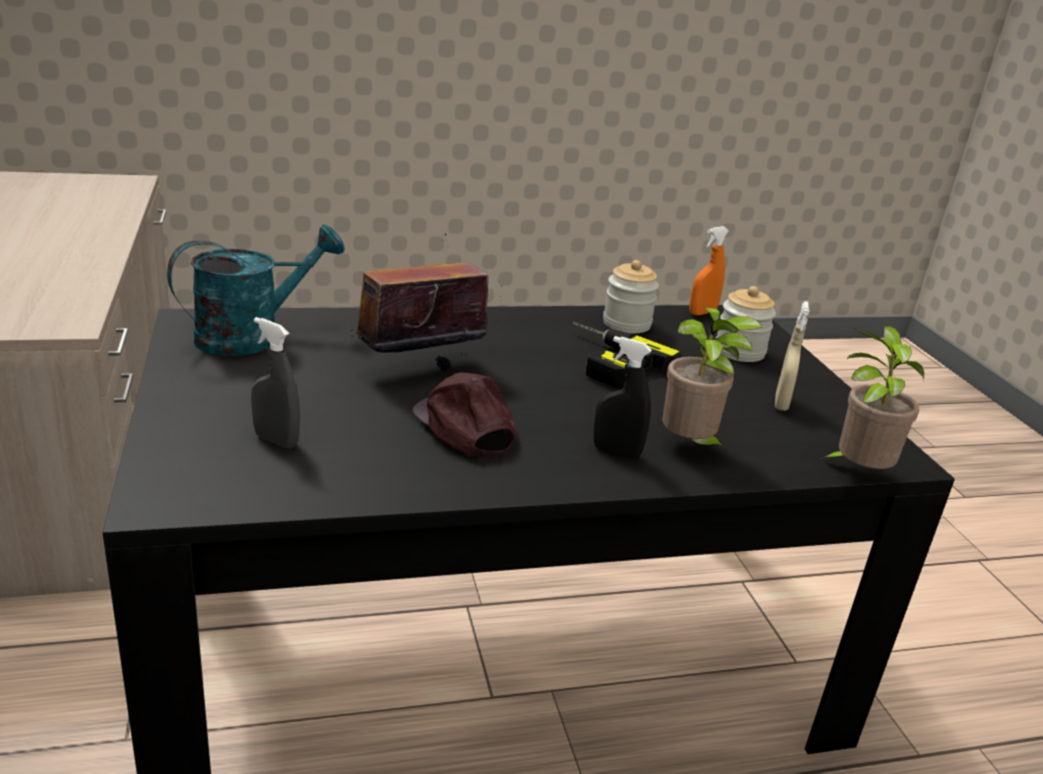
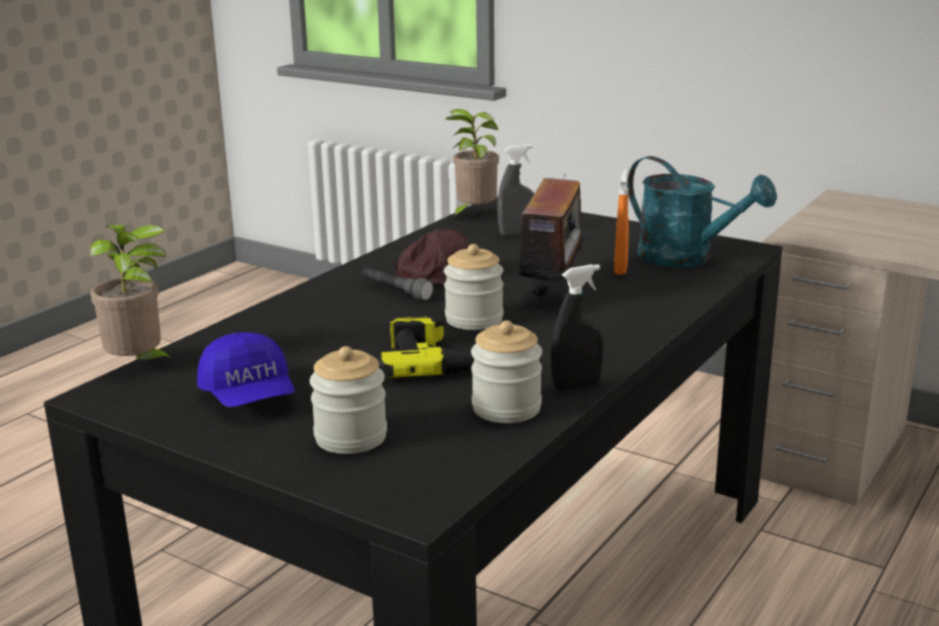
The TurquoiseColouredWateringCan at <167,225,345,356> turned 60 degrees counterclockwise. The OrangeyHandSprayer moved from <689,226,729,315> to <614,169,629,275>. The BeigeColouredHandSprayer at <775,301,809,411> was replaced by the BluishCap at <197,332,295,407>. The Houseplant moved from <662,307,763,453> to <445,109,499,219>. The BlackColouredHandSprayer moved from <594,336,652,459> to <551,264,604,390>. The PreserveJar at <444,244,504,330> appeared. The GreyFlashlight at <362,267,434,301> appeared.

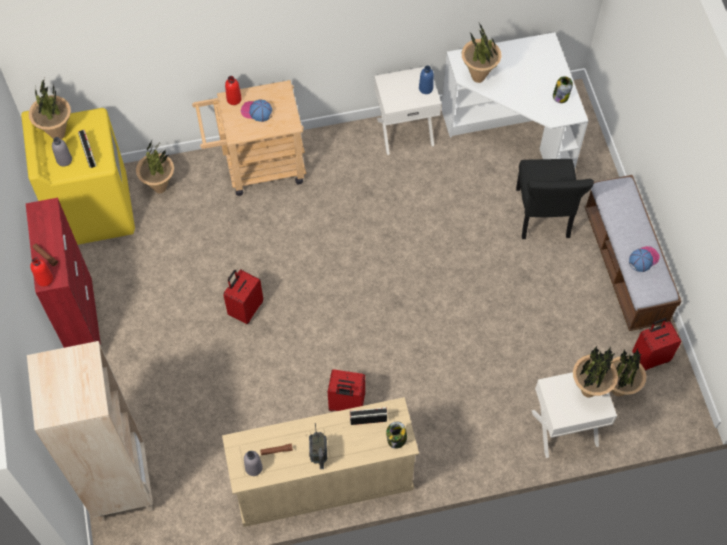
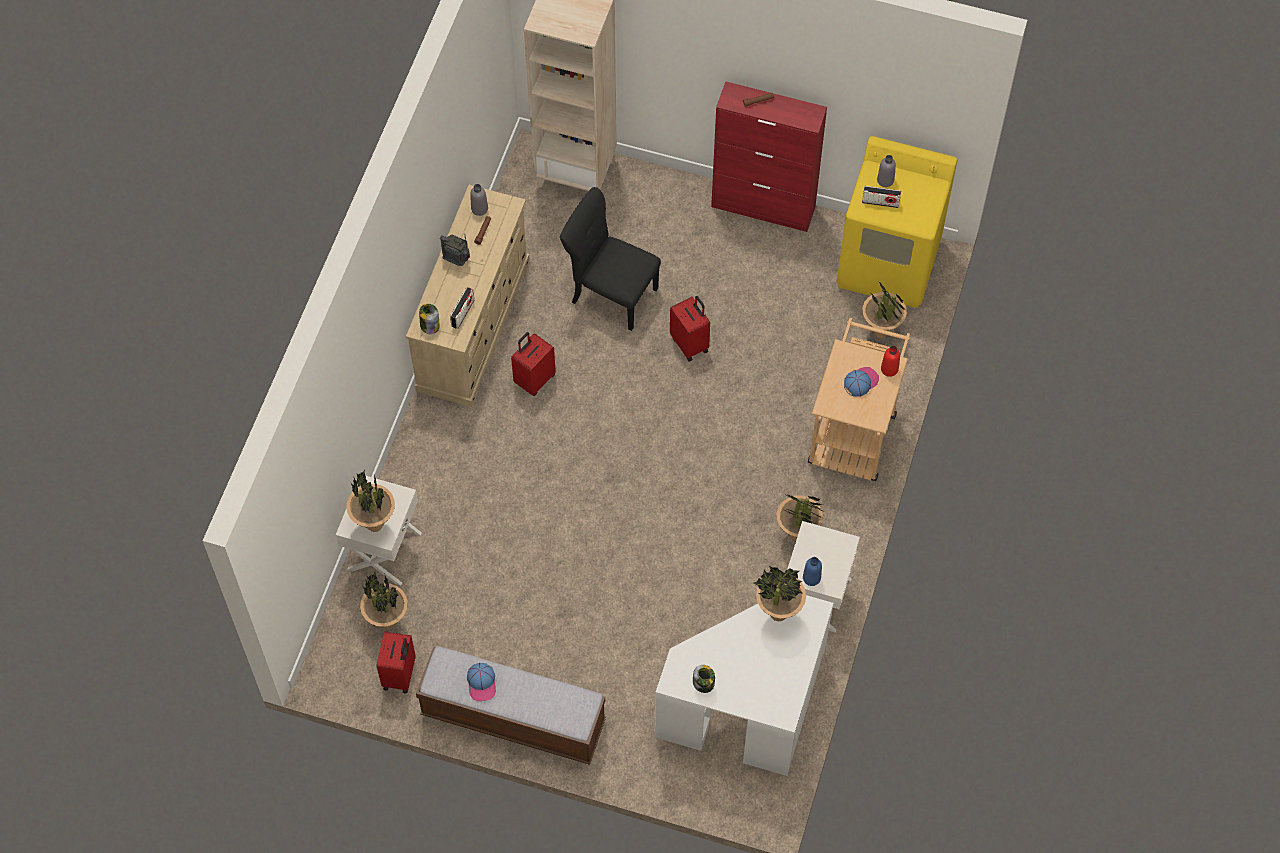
The Houseplant moved from <29,78,71,139> to <777,494,827,541>. The BlackColouredUprightChair moved from <516,159,594,239> to <560,187,661,331>. The RedColouredBottle at <30,257,53,287> disappeared.

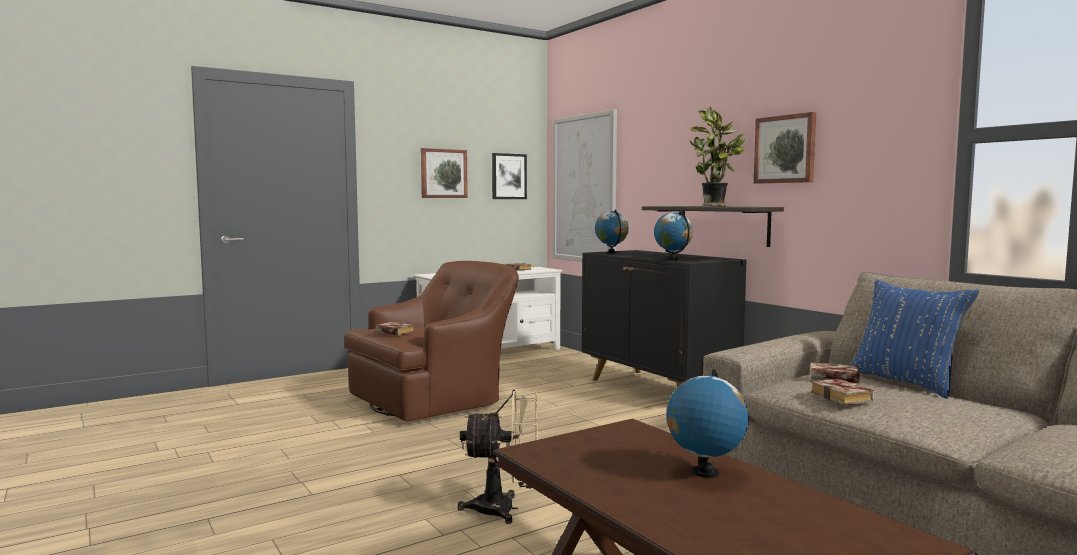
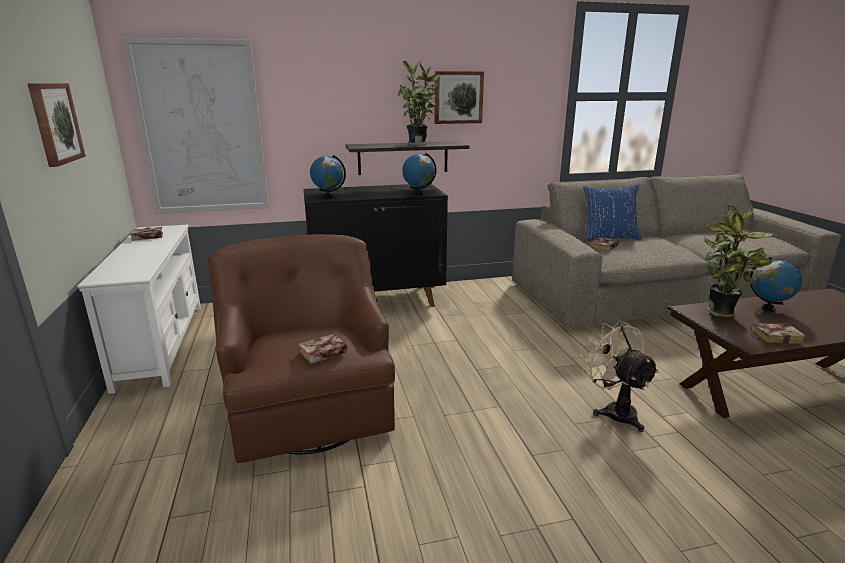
The WallArt at <492,153,527,199> disappeared. The Book moved from <811,379,874,405> to <751,323,806,344>. The BeigeColouredElectricFan at <458,390,538,524> turned 45 degrees counterclockwise. The Houseplant at <704,205,774,318> appeared.

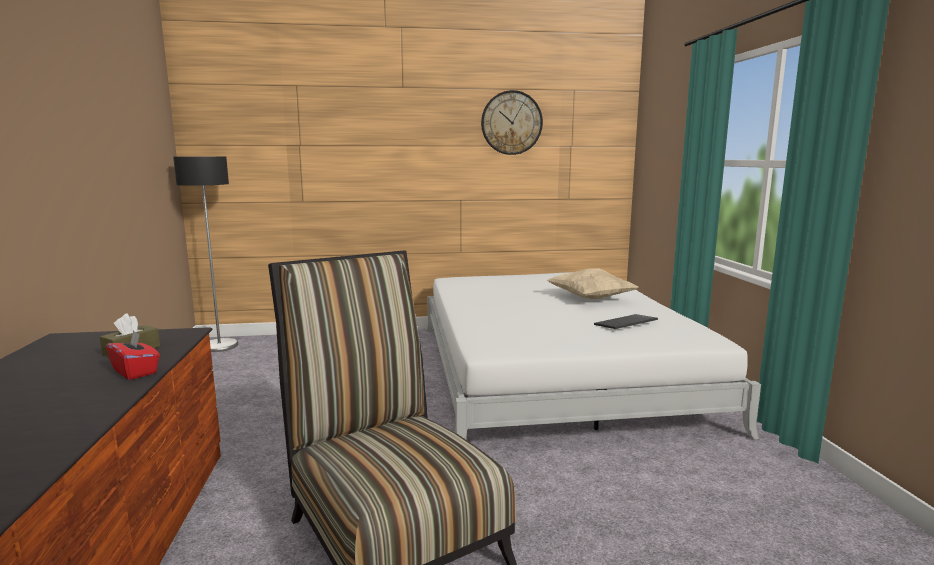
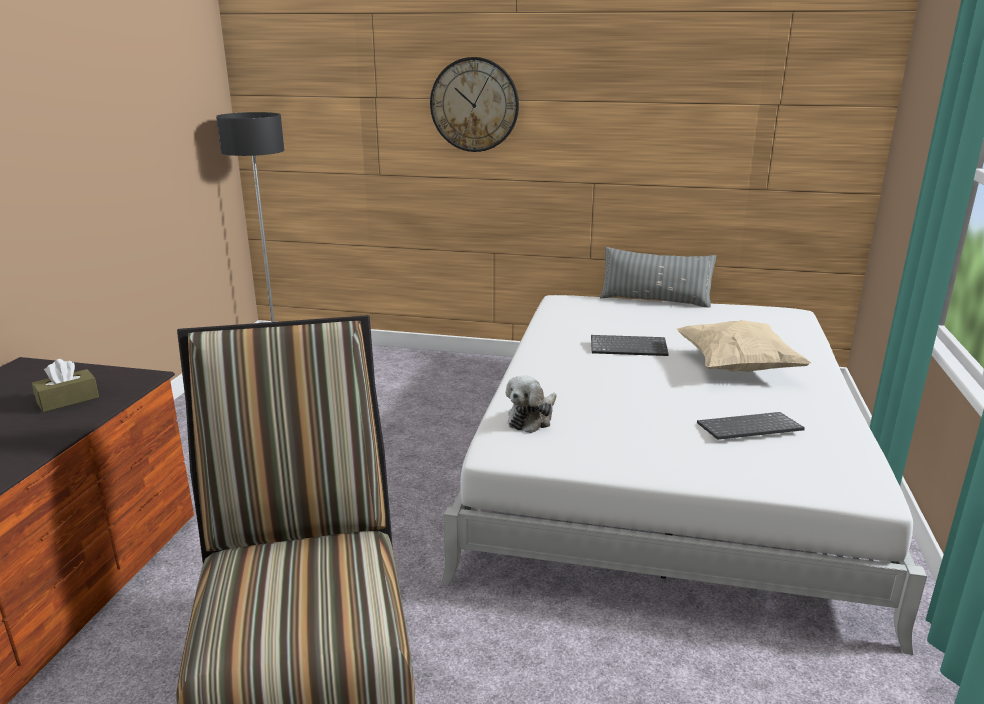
The ClockOnTheWall moved from <481,90,543,155> to <430,57,519,152>. The RedColouredTissueBox at <106,330,160,380> disappeared. The GreyPillow at <600,247,716,307> appeared. The Keyboard at <591,335,669,356> appeared. The CuddlyToy at <506,375,557,433> appeared.

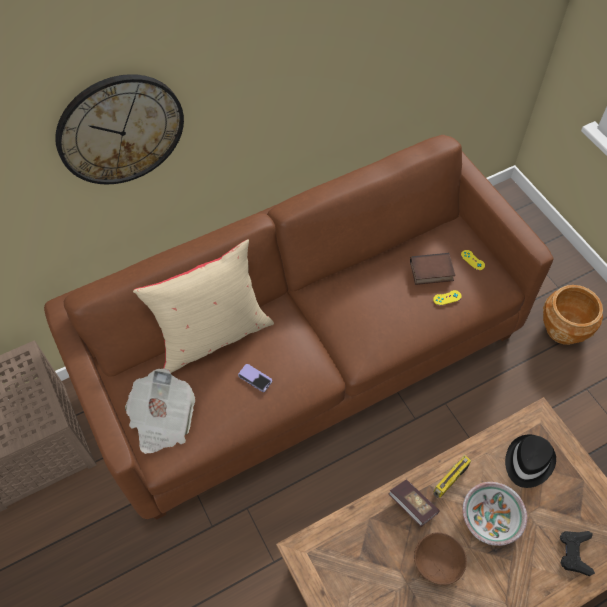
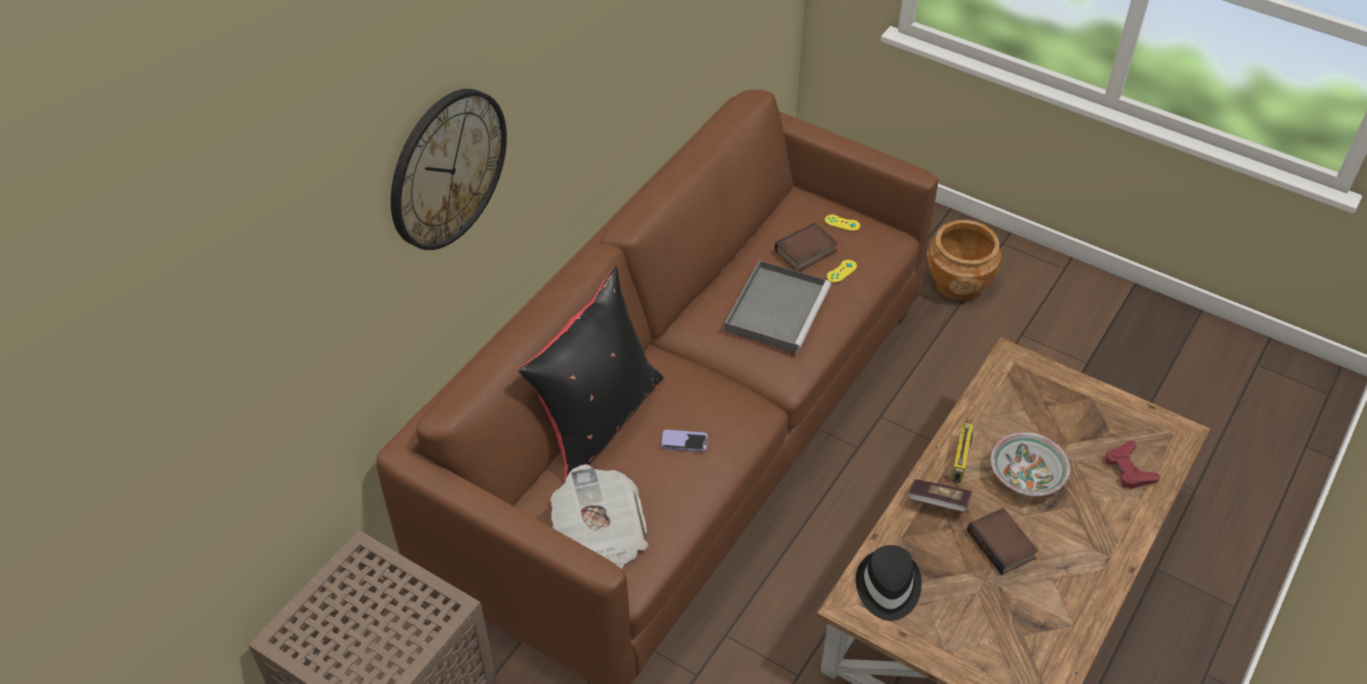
The BeigeColouredPillow at <133,239,274,373> became the BlackColouredPillow at <518,266,663,481>. The BlackColouredClothingHat moved from <505,435,556,488> to <856,545,922,621>. The BlackColouredJoypad at <560,531,595,576> became the RedColouredJoypad at <1105,441,1161,489>. The BrownServingBowl at <414,532,467,585> was replaced by the Book at <967,508,1038,575>. The GreyTray at <724,260,831,354> appeared.

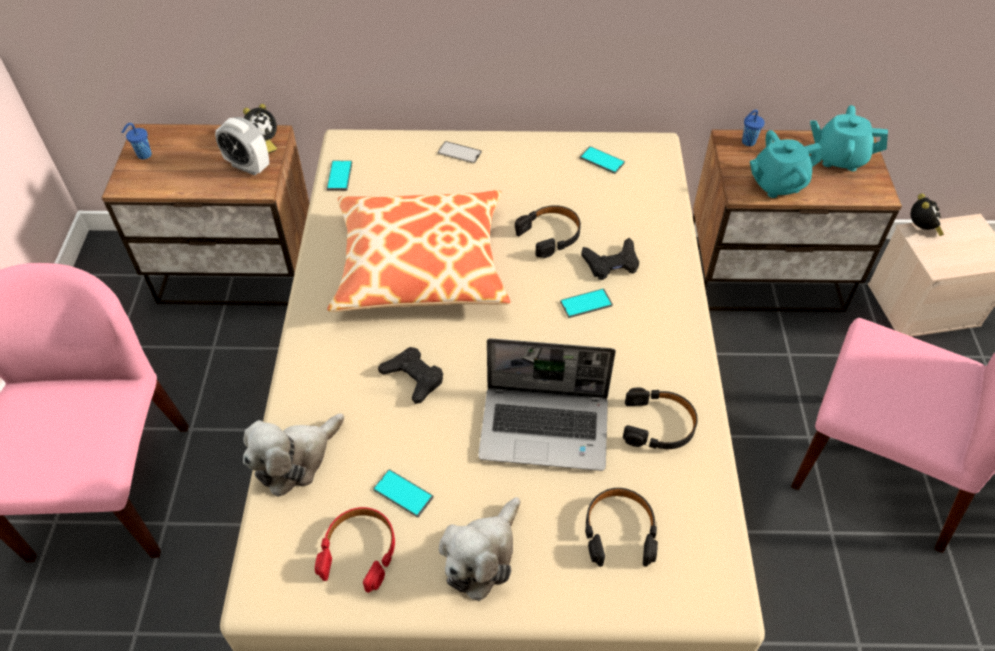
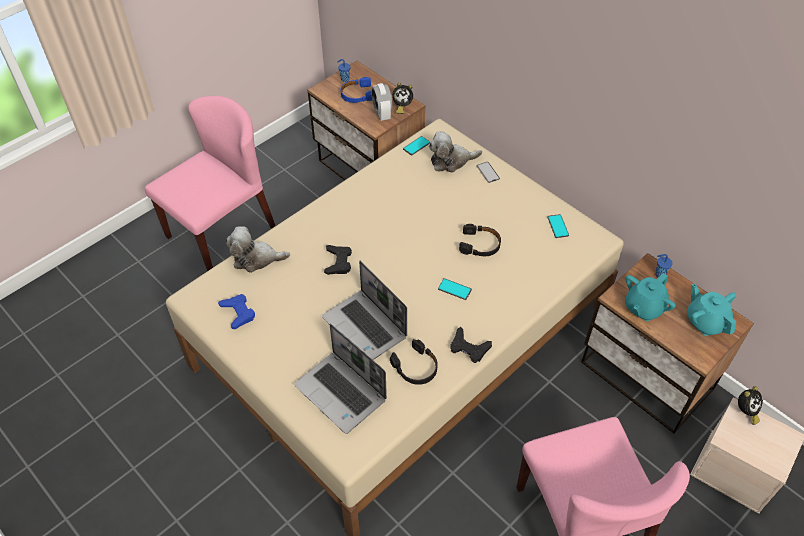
The TurquoiseColouredTeaPot at <750,130,822,198> turned 75 degrees counterclockwise. The Pillow at <327,190,511,312> disappeared. The BlackColouredJoypad moved from <581,238,639,280> to <450,327,492,363>. The Telephone at <373,469,434,517> disappeared. The BlackColouredHeadset at <585,488,658,567> was replaced by the NotebookComputer at <294,324,387,434>. The CuddlyToy moved from <439,497,520,601> to <429,131,482,173>. The RedColouredHeadset at <315,507,395,593> was replaced by the BluishJoypad at <218,294,255,329>. The BluishHeadset at <340,77,372,103> appeared.

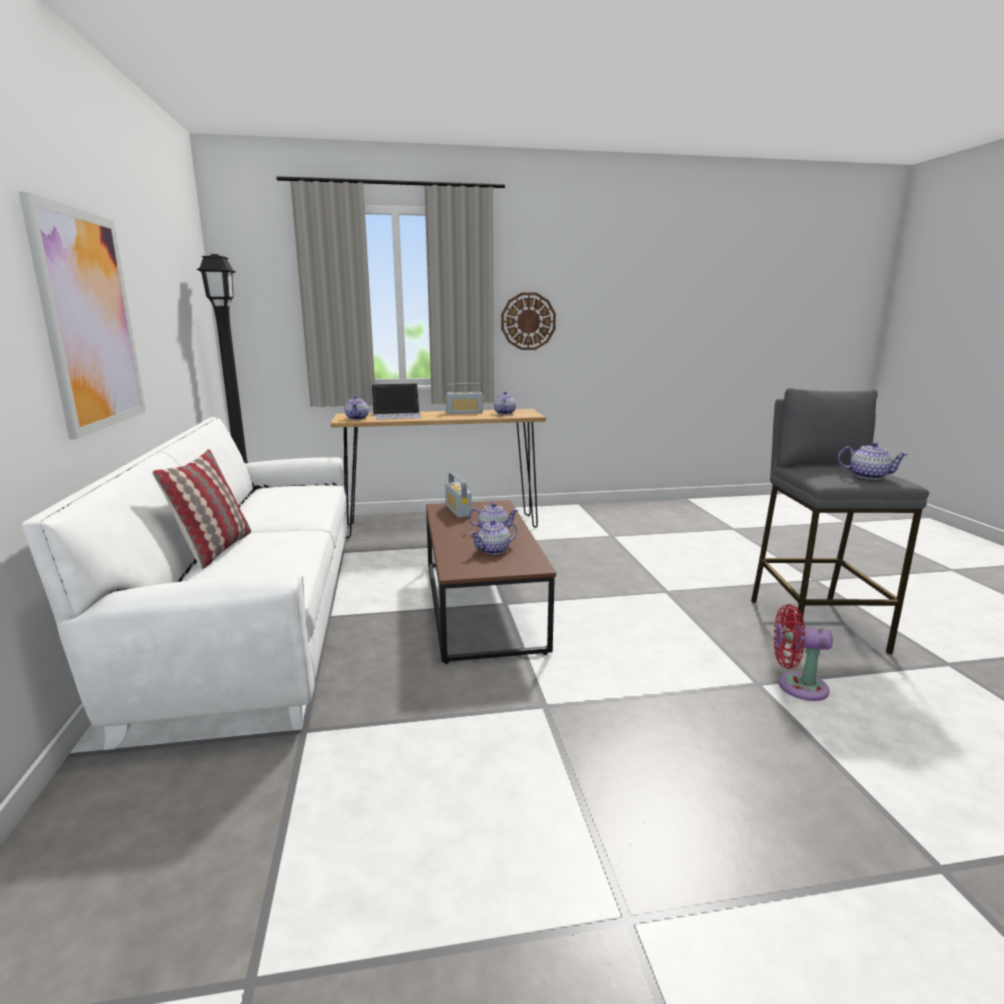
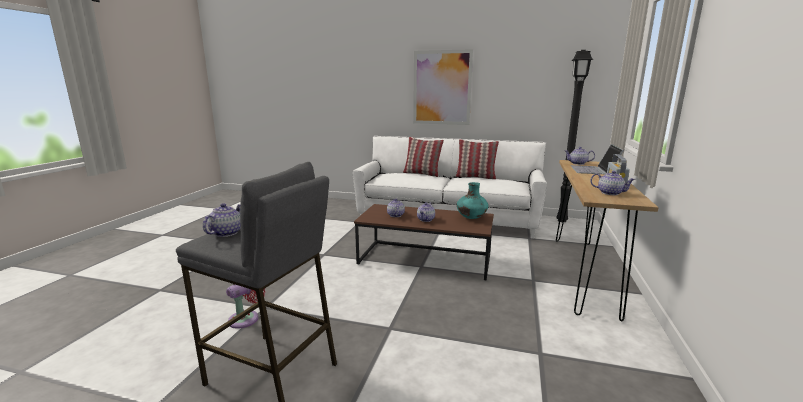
The ClockOnTheWall at <501,292,556,350> disappeared. The TeaPot at <838,442,908,479> turned 150 degrees clockwise. The RadioSet at <445,472,472,518> was replaced by the TurquoiseColouredVase at <457,182,488,219>. The Pillow at <455,139,499,179> appeared.

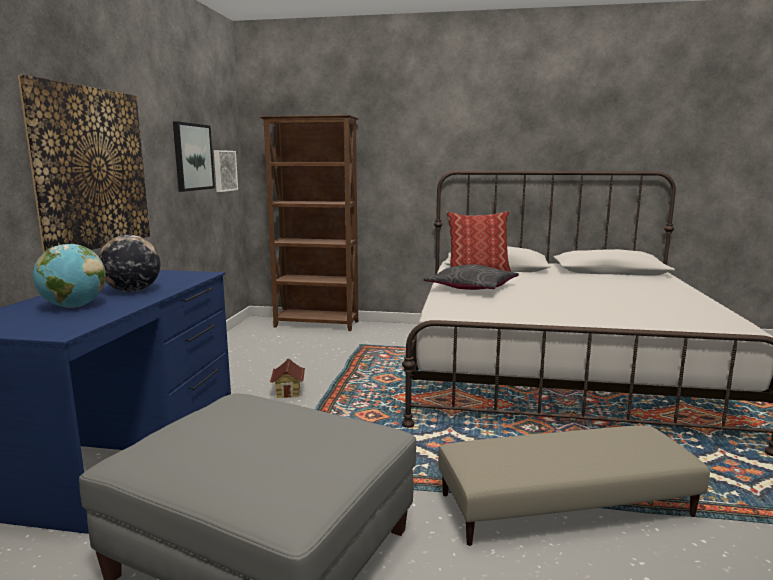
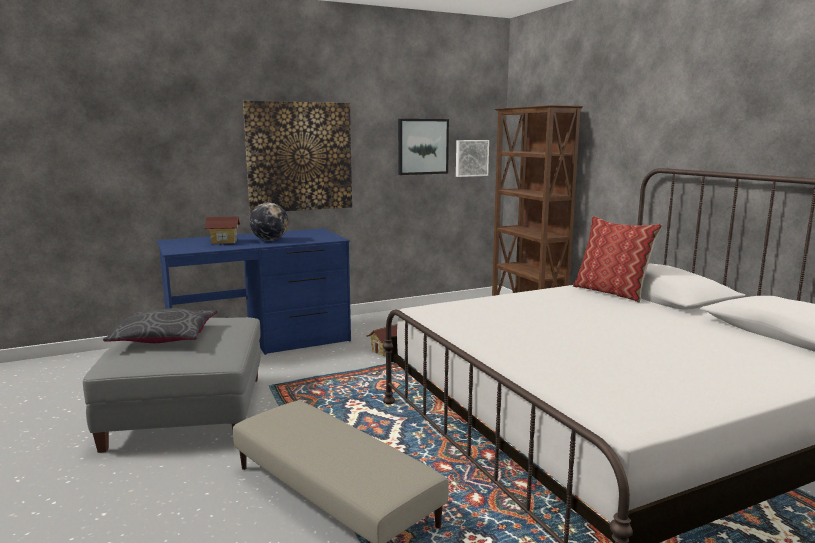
The WorldGlobe at <33,244,106,308> was replaced by the ToyHouse at <204,217,240,244>. The GreyPillow moved from <424,264,519,290> to <103,308,217,343>.

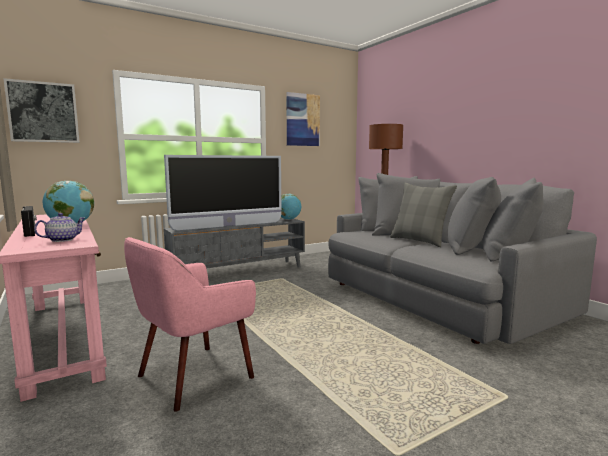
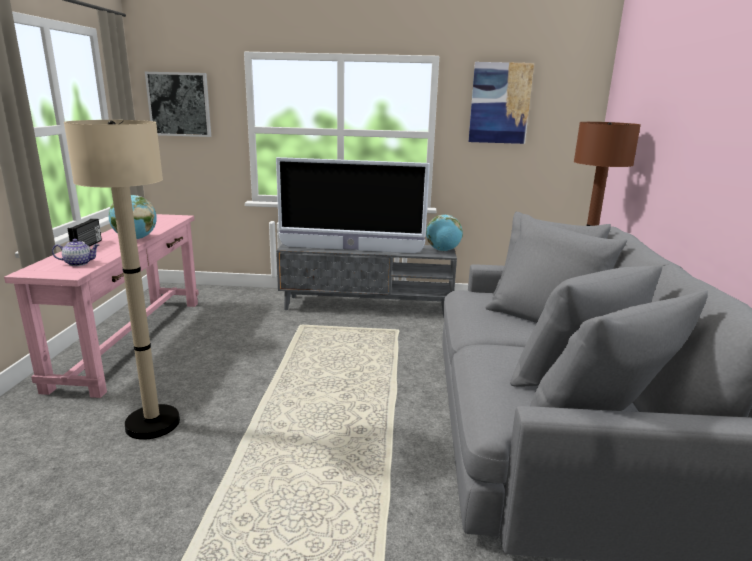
The GreyPillow at <390,183,457,247> disappeared. The PinkishLoungeChair at <124,237,256,412> was replaced by the BeigeColouredStandardLamp at <64,120,180,440>.

